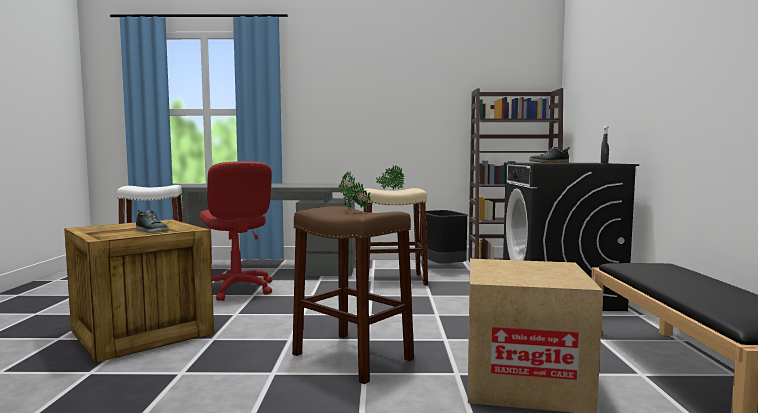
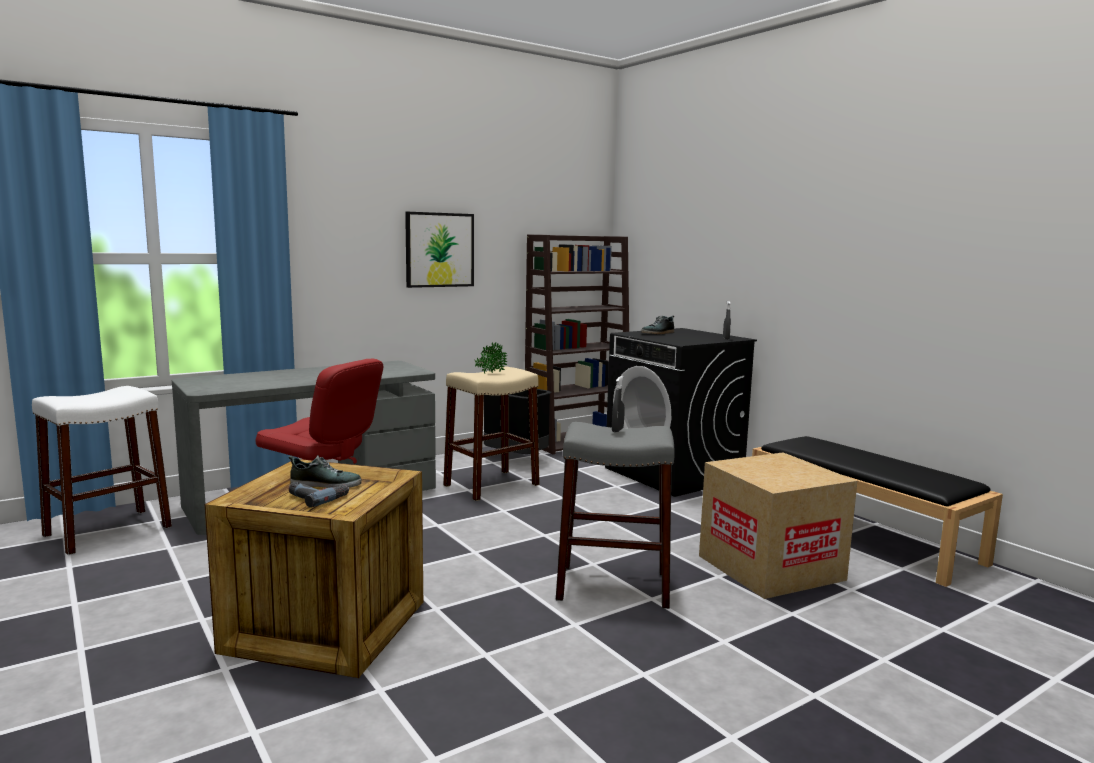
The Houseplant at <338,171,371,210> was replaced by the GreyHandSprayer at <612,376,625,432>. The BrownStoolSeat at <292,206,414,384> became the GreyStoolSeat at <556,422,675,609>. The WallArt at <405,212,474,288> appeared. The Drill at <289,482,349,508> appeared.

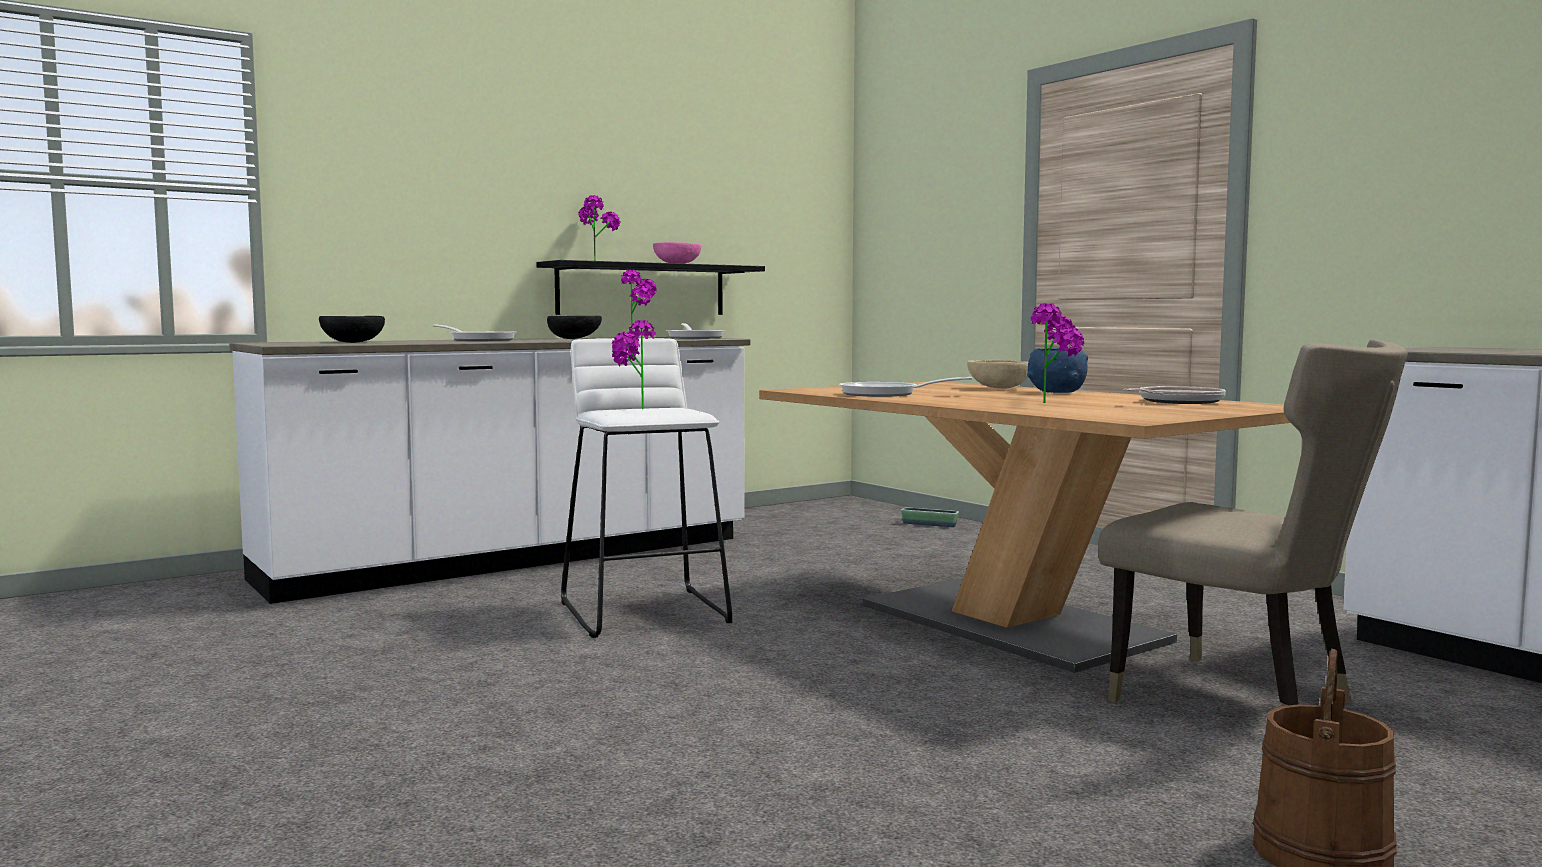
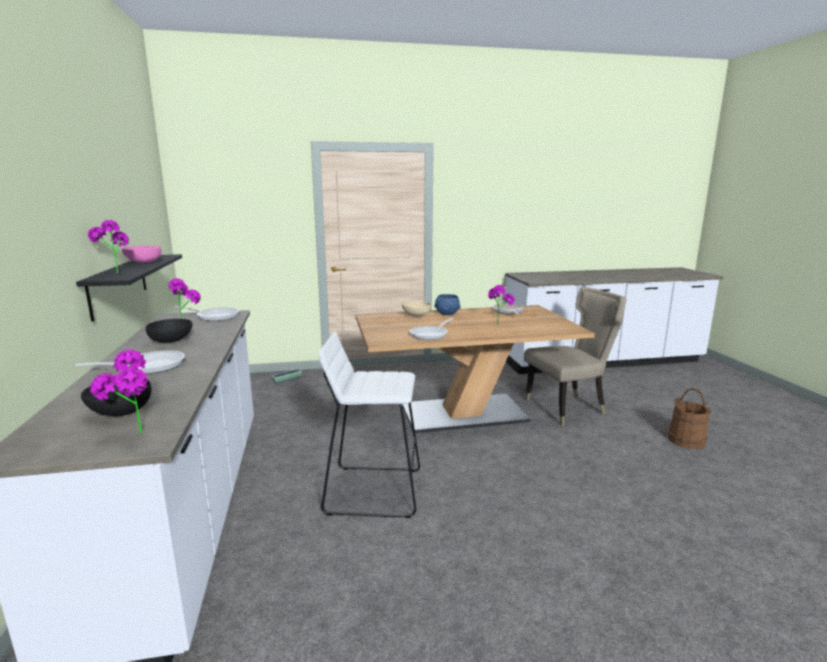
The Houseplant moved from <612,320,656,409> to <90,349,148,433>.

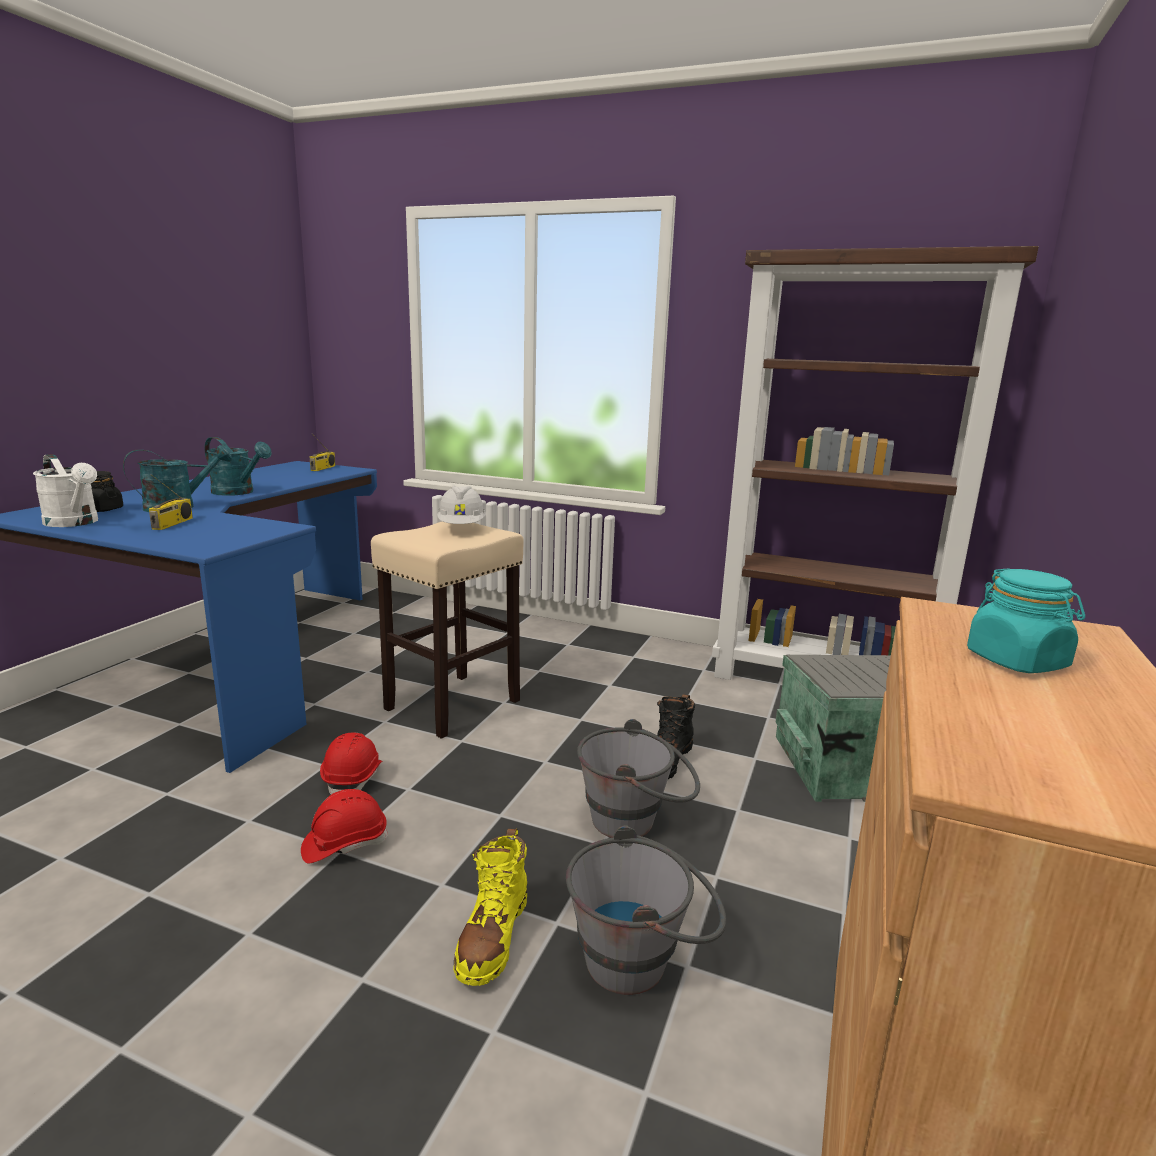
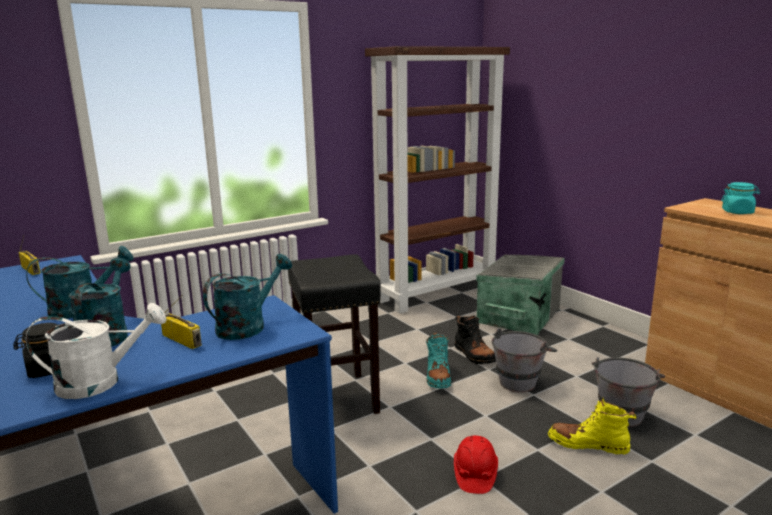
The WhiteColouredWorkHelmet at <437,486,486,524> disappeared. The BeigeColouredStoolSeat at <371,522,524,739> became the BlackColouredStoolSeat at <288,254,381,414>. The RedColouredWorkHelmet at <320,733,383,795> disappeared. The YellowishBoot at <453,828,527,986> turned 150 degrees clockwise. The TurquoiseColouredWateringCan at <203,254,292,340> appeared. The TurquoiseColouredBoot at <426,332,451,388> appeared.

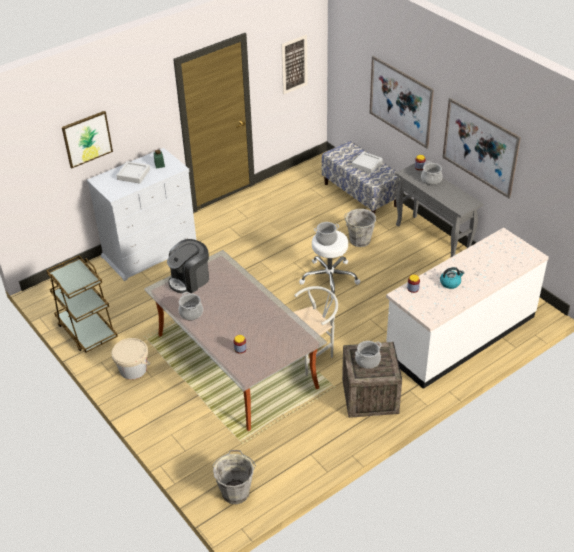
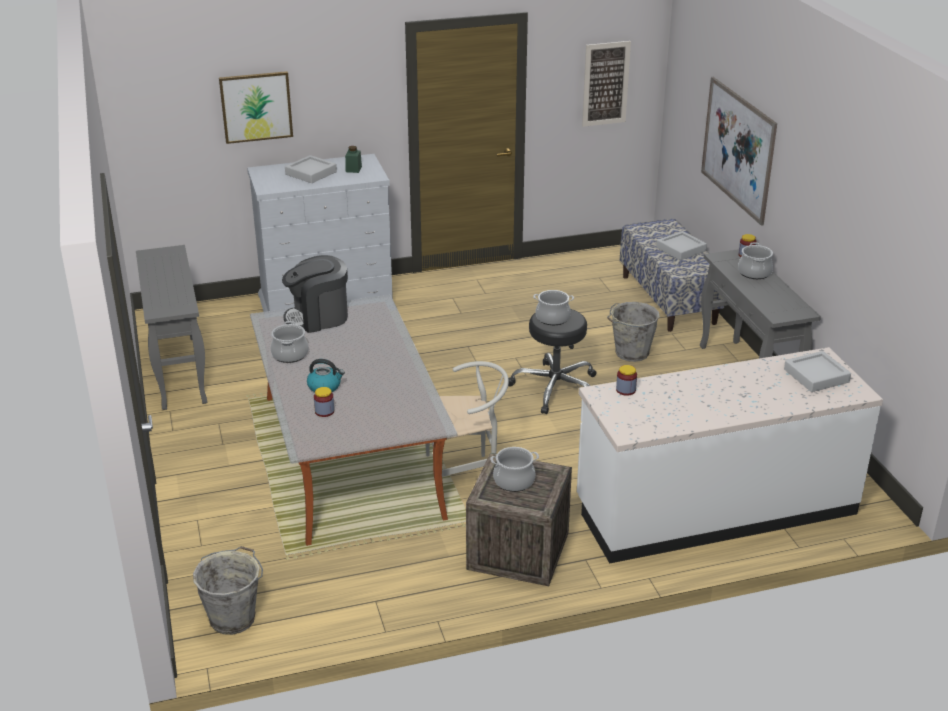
The WallArt at <442,98,521,199> disappeared. The WhiteColouredStoolSeat at <299,230,360,299> became the BlackColouredStoolSeat at <508,309,597,414>. The BrownCart at <46,256,118,352> was replaced by the GreyNarrowTable at <136,245,207,410>. The WaterKettle moved from <440,267,464,289> to <307,359,345,392>. The BeigeColouredPail at <111,338,151,380> disappeared. The GreyTray at <784,351,851,392> appeared.

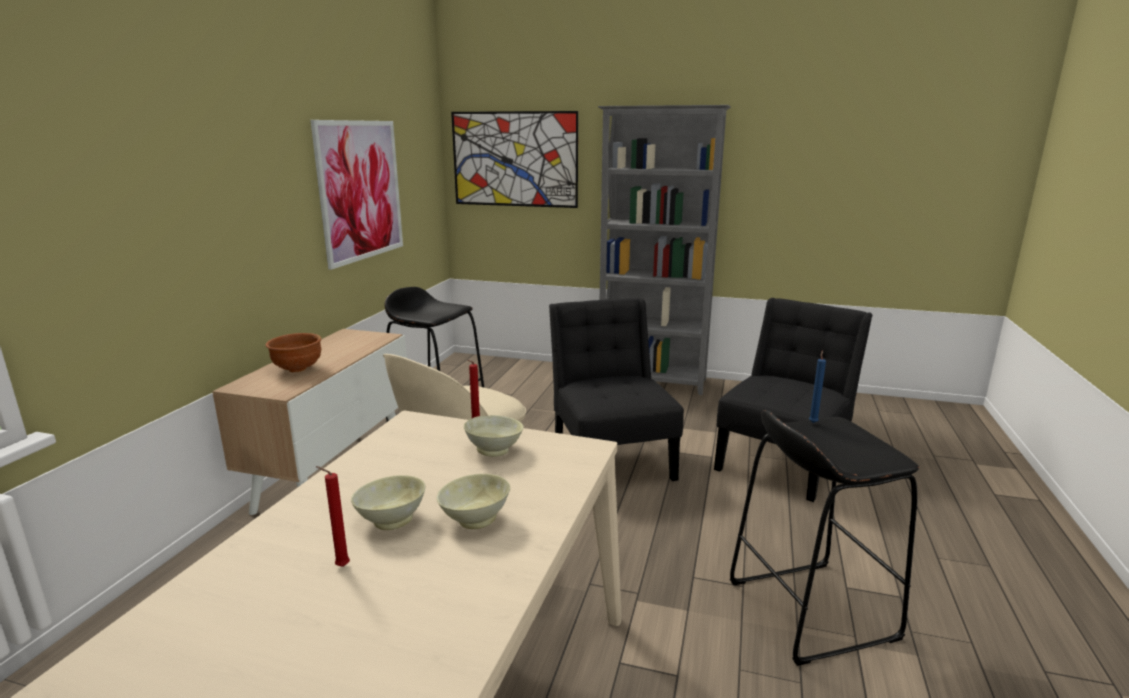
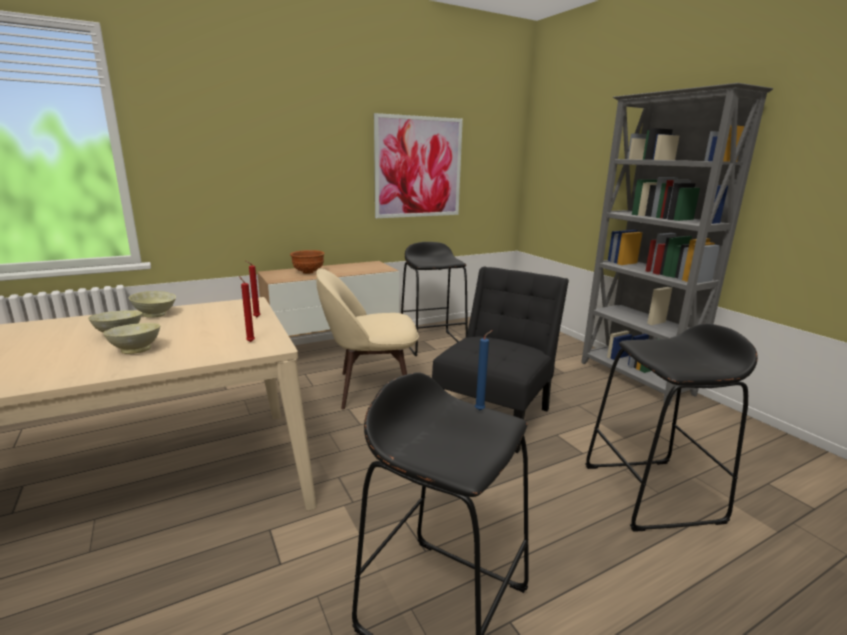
The WallArt at <451,111,578,208> disappeared. The BlackColouredUprightChair at <714,298,872,502> was replaced by the BlackColouredStoolSeat at <585,323,758,532>. The BeigeColouredServingBowl moved from <464,415,524,457> to <129,291,176,318>. The RedColouredWaxLight moved from <316,466,350,567> to <239,276,255,342>.

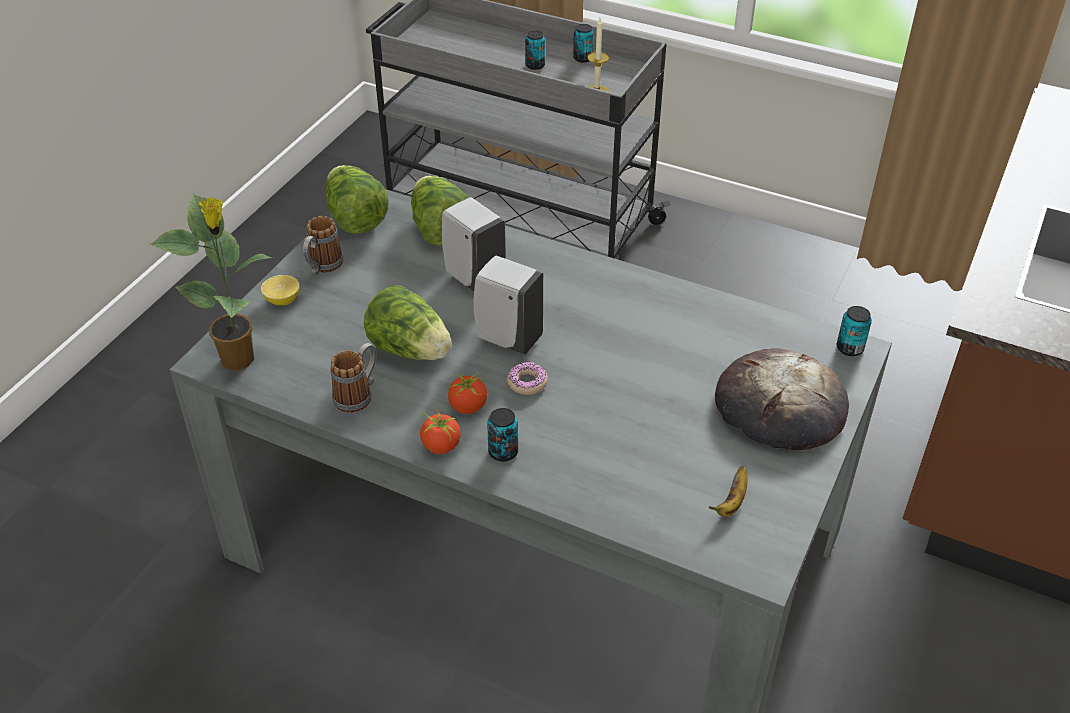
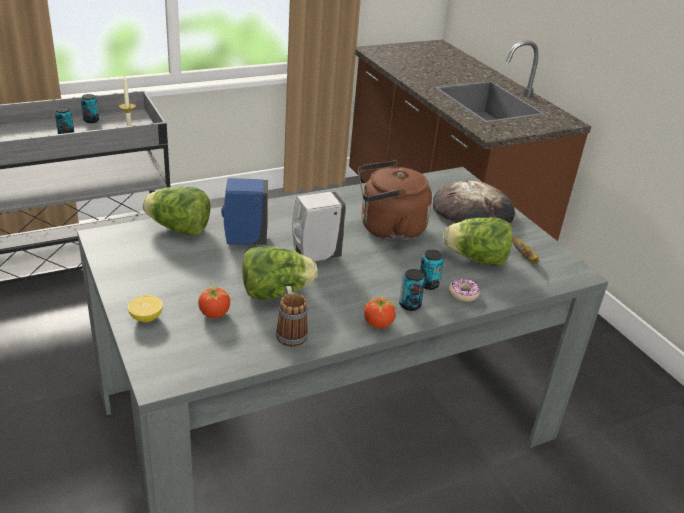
The Lettuce moved from <326,165,388,234> to <443,217,513,266>. The Houseplant at <150,194,273,370> disappeared. The WhiteColouredSoapDispenser at <442,197,506,291> became the BluishSoapDispenser at <221,178,268,245>. The Mug at <303,216,343,275> disappeared. The MetalCan moved from <837,306,872,356> to <420,250,444,290>. The RingDoughnut moved from <507,362,548,395> to <449,279,480,302>. The FreshTomato moved from <445,372,487,414> to <198,284,230,318>. The BrownWaterKettle at <358,160,432,242> appeared.

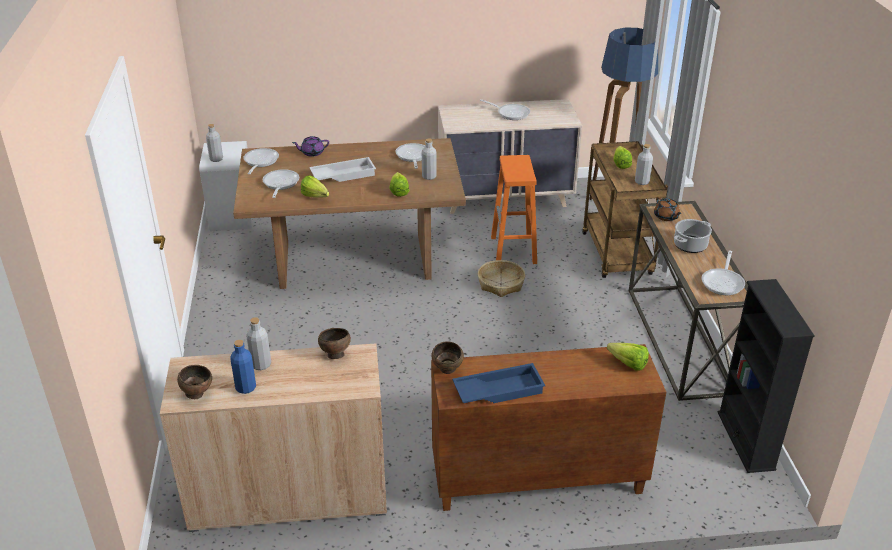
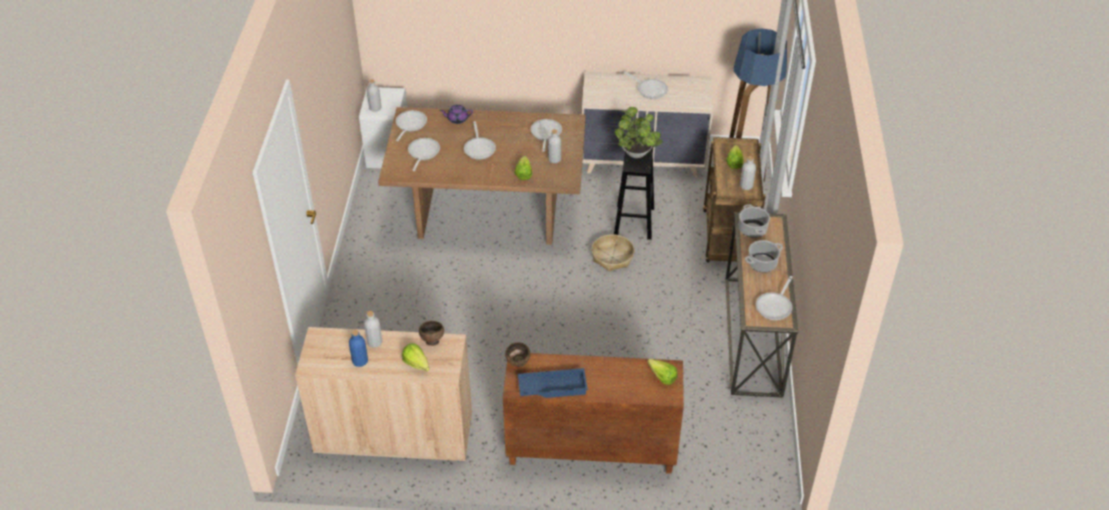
The OrangeyStoolSeat at <491,155,537,264> became the BlackColouredStoolSeat at <614,147,654,240>. The WhiteColouredTray at <309,157,376,182> was replaced by the Pan at <464,121,496,160>. The Lettuce moved from <301,175,329,198> to <402,344,429,371>. The BrownTeaPot at <654,197,681,221> was replaced by the Saucepot at <739,204,770,238>. The BlackColouredBookshelf at <717,279,815,473> disappeared. The BrownServingBowl at <177,365,212,399> disappeared. The Houseplant at <615,107,663,158> appeared.

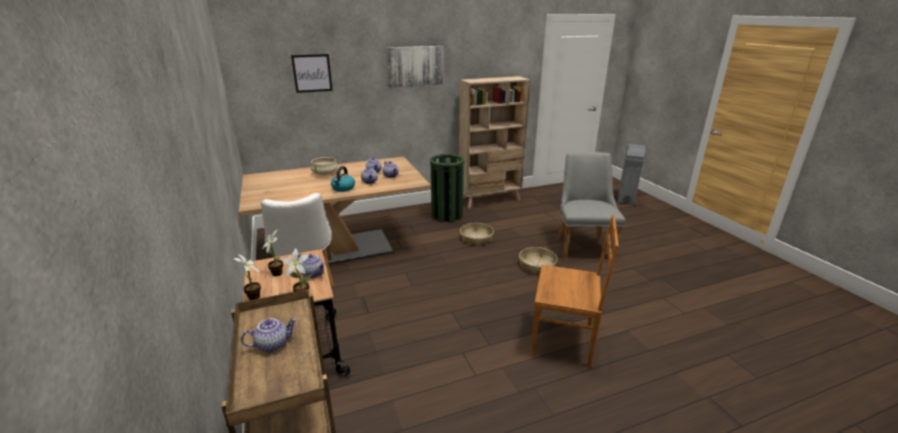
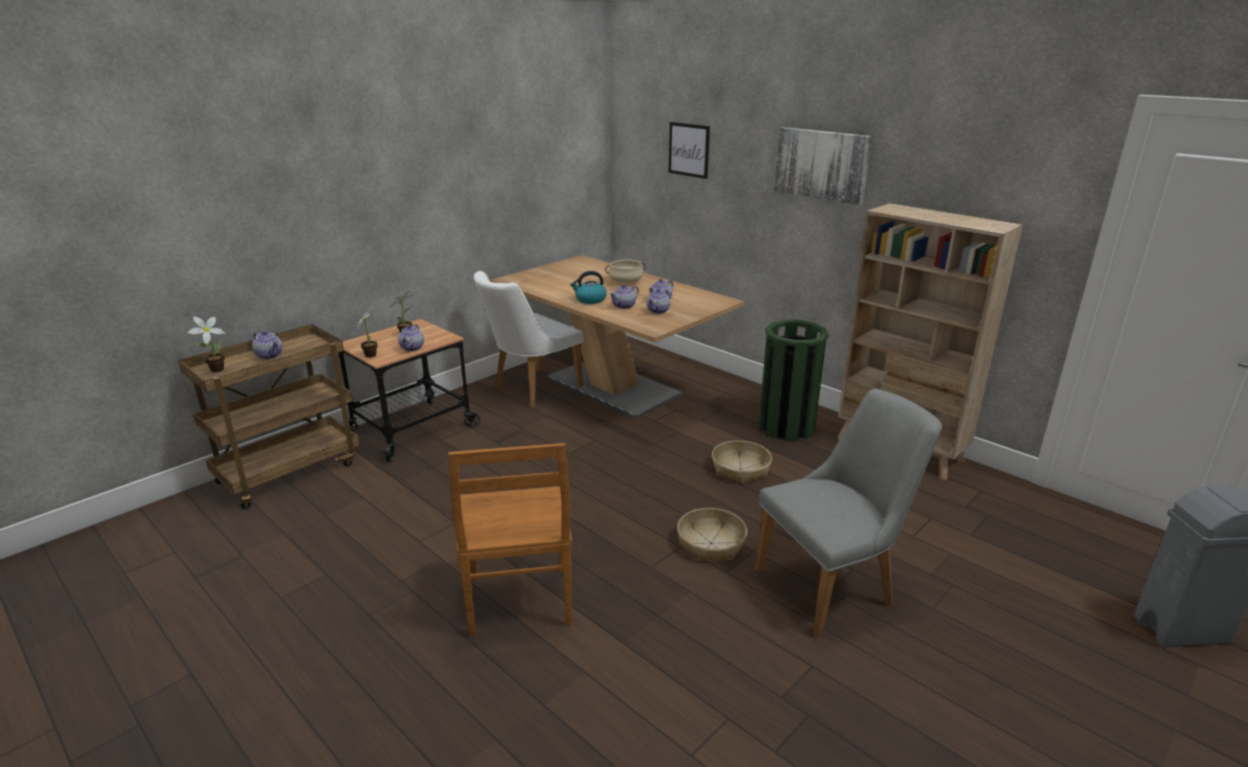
The Houseplant moved from <234,254,261,300> to <188,317,225,372>.

